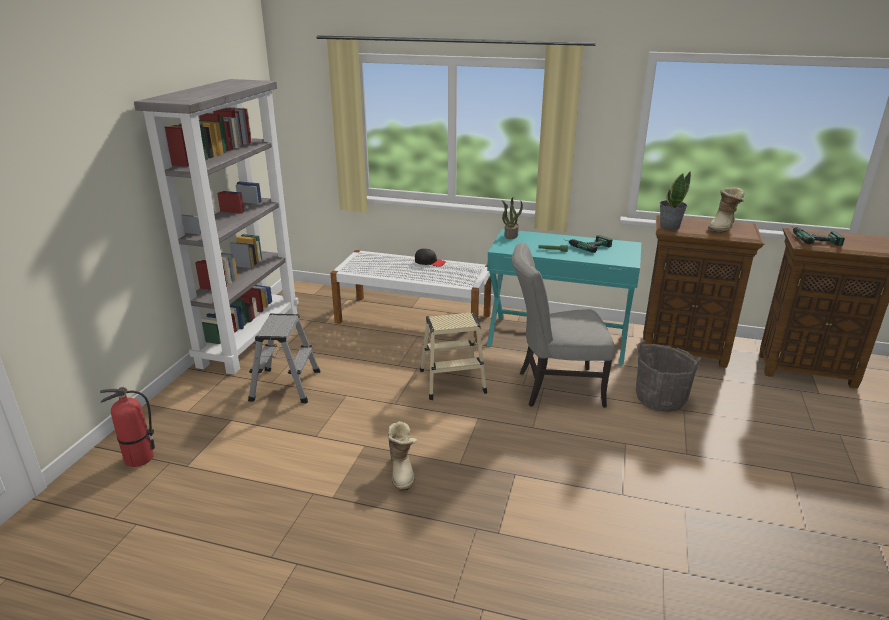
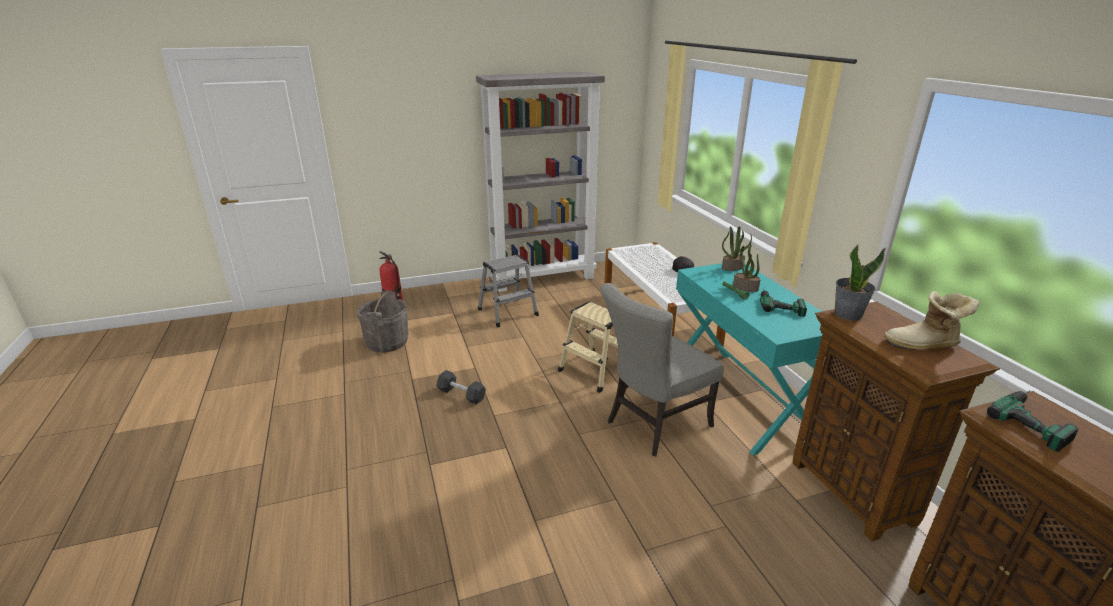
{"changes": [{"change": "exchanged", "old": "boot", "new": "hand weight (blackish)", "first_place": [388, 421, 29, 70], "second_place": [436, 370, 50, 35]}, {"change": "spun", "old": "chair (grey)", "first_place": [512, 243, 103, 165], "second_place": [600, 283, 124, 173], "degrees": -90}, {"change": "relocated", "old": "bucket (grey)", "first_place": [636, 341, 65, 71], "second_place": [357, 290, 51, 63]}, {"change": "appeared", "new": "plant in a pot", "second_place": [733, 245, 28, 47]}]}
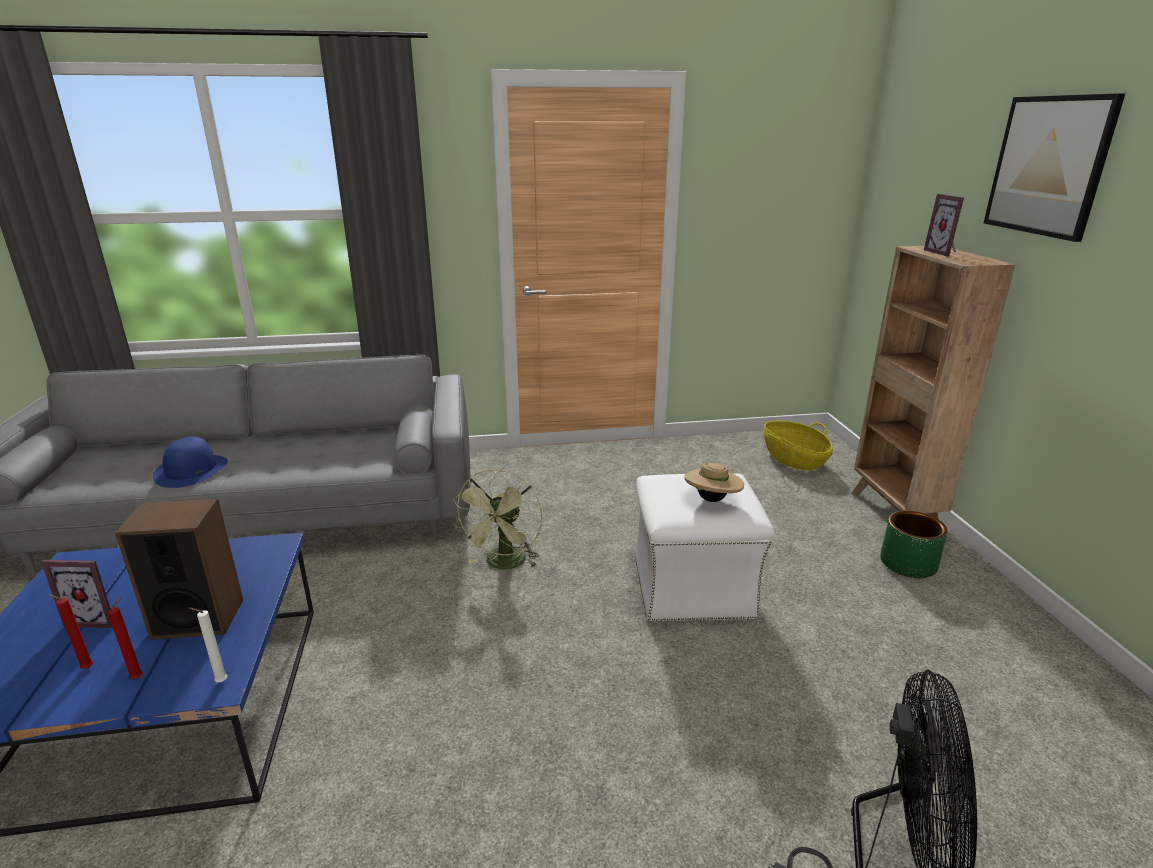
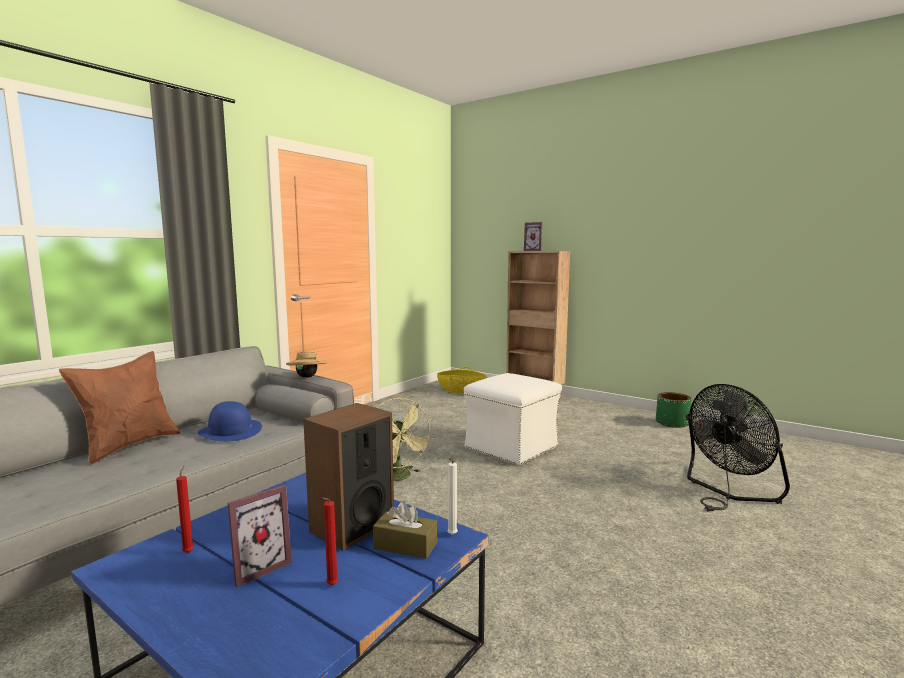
{"changes": [{"change": "relocated", "old": "candle (red-coloured)", "first_place": [108, 597, 35, 82], "second_place": [176, 465, 18, 88]}, {"change": "relocated", "old": "hat (bluish)", "first_place": [153, 436, 75, 52], "second_place": [198, 401, 64, 41]}, {"change": "relocated", "old": "hat (sand-coloured)", "first_place": [684, 462, 60, 40], "second_place": [286, 351, 42, 27]}, {"change": "relocated", "old": "flower pot (green-coloured)", "first_place": [880, 511, 68, 67], "second_place": [656, 392, 36, 36]}, {"change": "missing", "old": "wall picture", "first_place": [984, 93, 141, 149]}, {"change": "appeared", "new": "pillow (brown)", "second_place": [59, 351, 121, 114]}, {"change": "appeared", "new": "box of tissues (brown)", "second_place": [373, 501, 64, 58]}]}
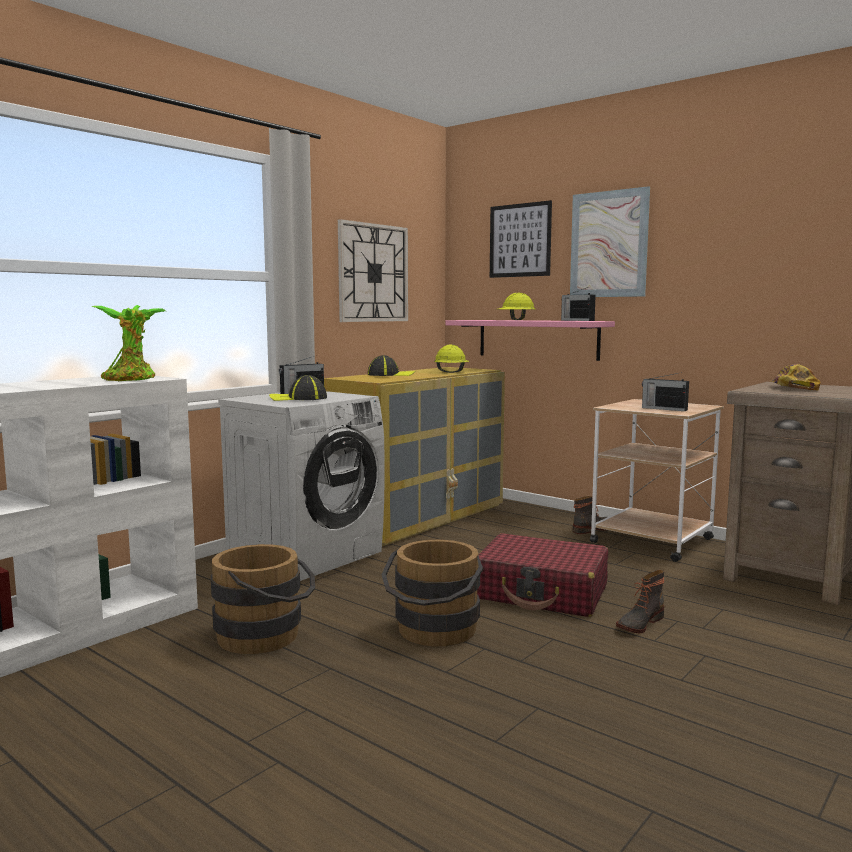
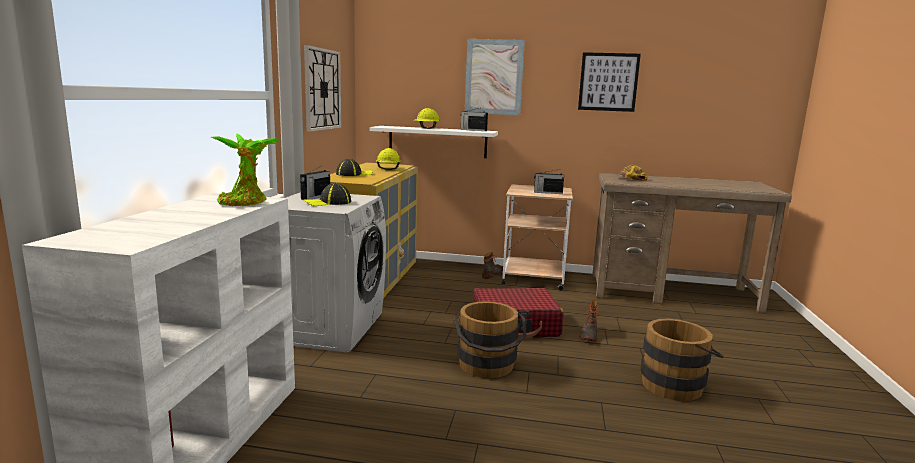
{"changes": [{"change": "relocated", "old": "bucket (brown)", "first_place": [211, 544, 104, 110], "second_place": [640, 319, 84, 82]}, {"change": "colour", "old": "bracket shelf (pink-coloured)", "new": "bracket shelf (whitish)", "first_place": [445, 320, 170, 41], "second_place": [370, 126, 128, 32]}, {"change": "relocated", "old": "wall picture", "first_place": [490, 200, 62, 78], "second_place": [578, 52, 63, 60]}]}
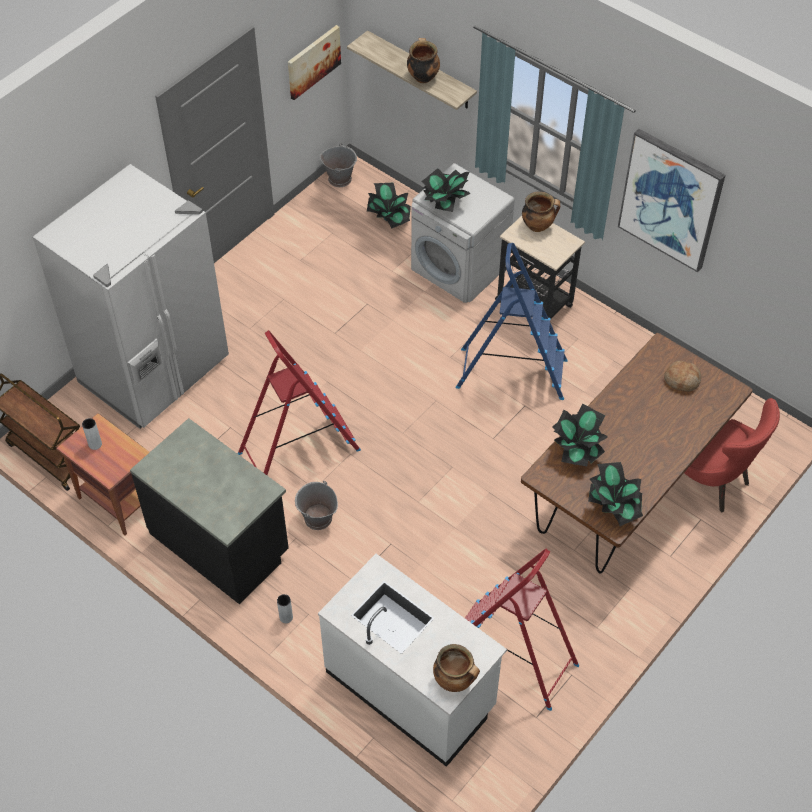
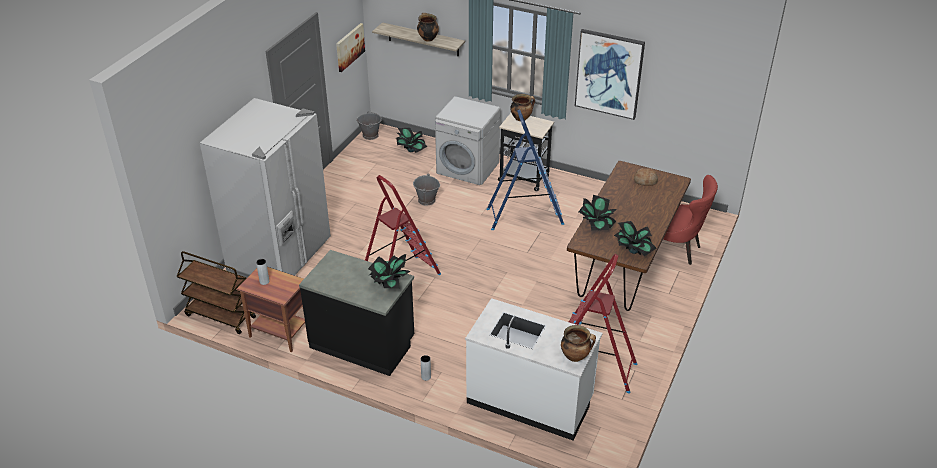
{"changes": [{"change": "relocated", "old": "bucket (grey)", "first_place": [295, 481, 43, 49], "second_place": [413, 174, 27, 32]}, {"change": "relocated", "old": "plant in a pot", "first_place": [421, 168, 50, 44], "second_place": [368, 254, 42, 35]}]}
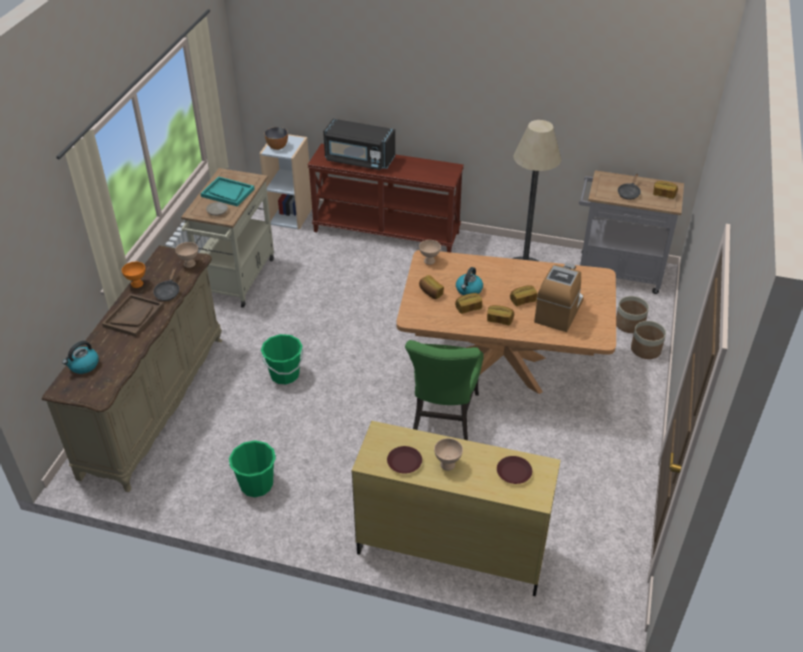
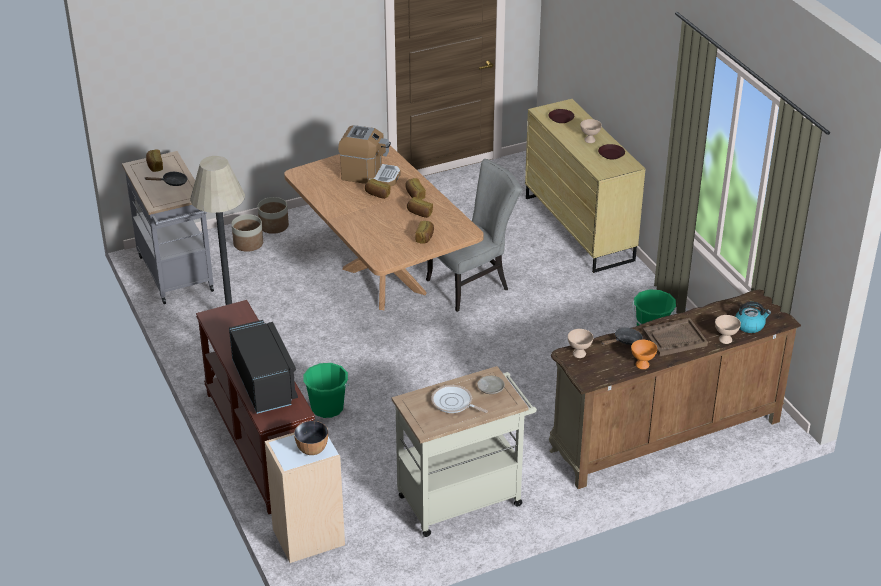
{"changes": [{"change": "exchanged", "old": "tray (blue-green)", "new": "frying pan", "first_place": [201, 176, 53, 30], "second_place": [431, 385, 57, 28]}, {"change": "relocated", "old": "bucket (green-coloured)", "first_place": [261, 334, 43, 50], "second_place": [304, 363, 45, 55]}, {"change": "colour", "old": "chair (green-coloured)", "new": "chair (grey)", "first_place": [405, 340, 79, 100], "second_place": [426, 159, 97, 153]}, {"change": "relocated", "old": "serving bowl (sand-coloured)", "first_place": [419, 240, 22, 25], "second_place": [715, 315, 26, 29]}, {"change": "missing", "old": "kettle", "first_place": [456, 267, 27, 28]}, {"change": "spun", "old": "coffee brewer", "first_place": [534, 263, 50, 69], "second_place": [338, 125, 63, 61], "degrees": -150}]}
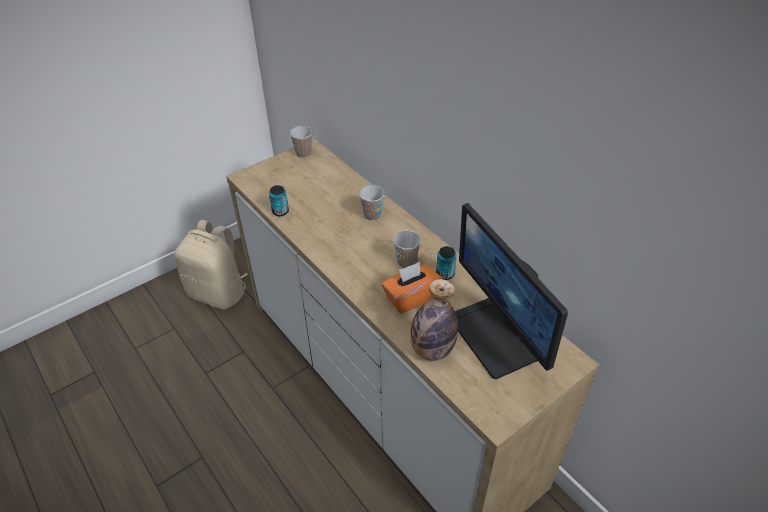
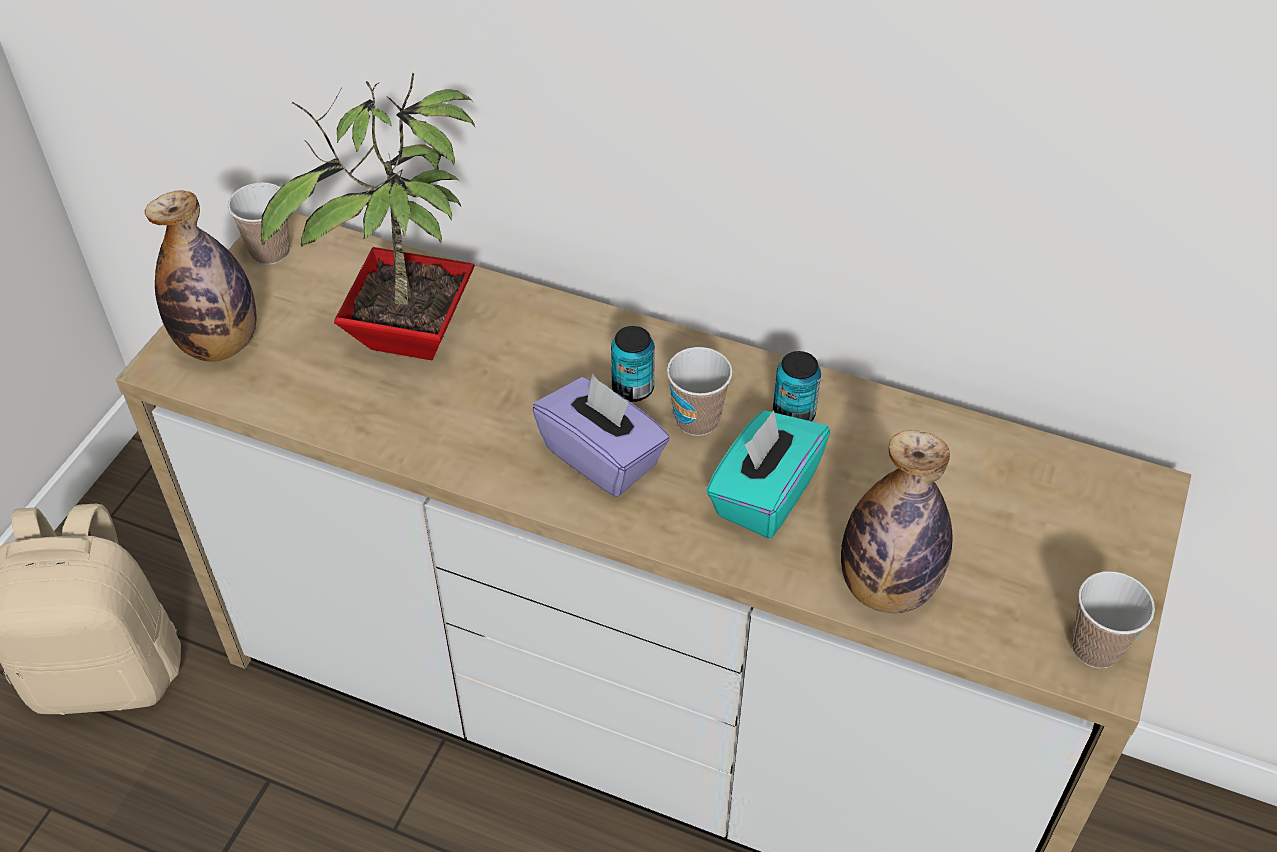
{"changes": [{"change": "relocated", "old": "can", "first_place": [269, 185, 20, 31], "second_place": [611, 326, 44, 76]}, {"change": "relocated", "old": "drinking cup", "first_place": [359, 185, 26, 36], "second_place": [1072, 571, 83, 97]}, {"change": "colour", "old": "box of tissues (orange)", "new": "box of tissues (blue-green)", "first_place": [382, 262, 61, 51], "second_place": [706, 410, 124, 128]}, {"change": "missing", "old": "computer screen", "first_place": [455, 203, 113, 176]}, {"change": "appeared", "new": "drink bottle", "second_place": [145, 190, 112, 172]}, {"change": "appeared", "new": "plant in a pot", "second_place": [261, 73, 214, 287]}, {"change": "appeared", "new": "box of tissues (purple-coloured)", "second_place": [532, 374, 138, 123]}]}
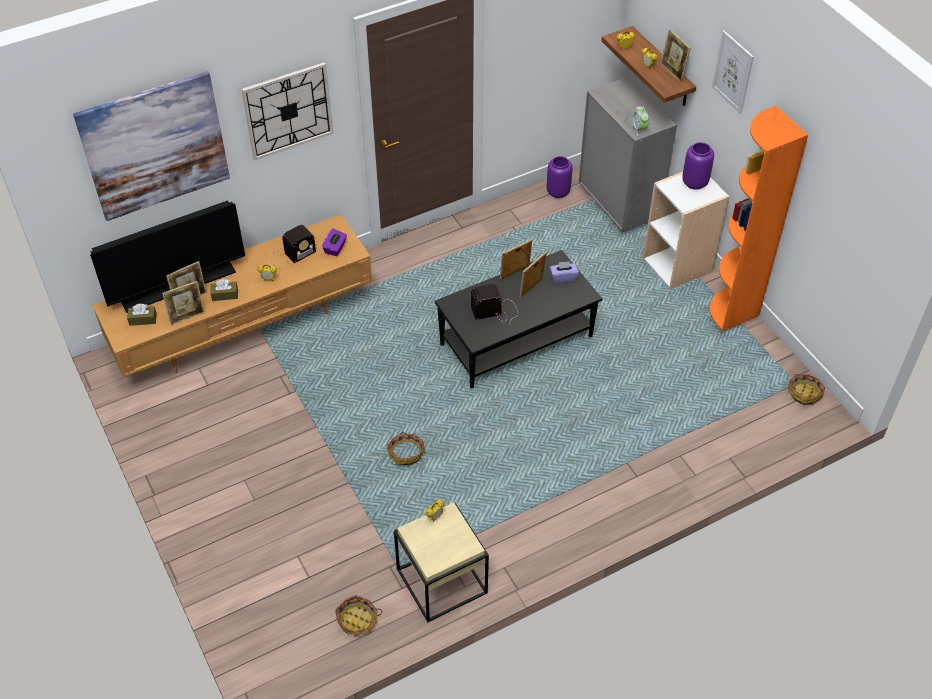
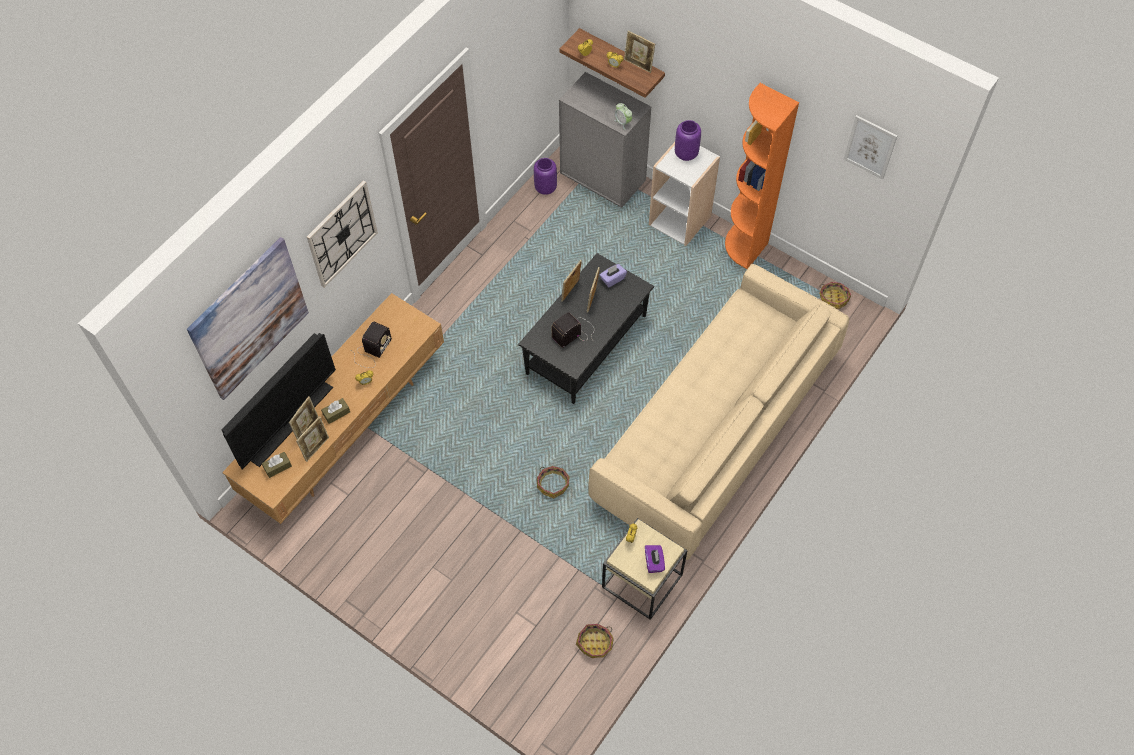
{"changes": [{"change": "relocated", "old": "box of tissues (purple-coloured)", "first_place": [322, 229, 25, 27], "second_place": [645, 545, 20, 28]}, {"change": "relocated", "old": "wall picture", "first_place": [712, 30, 42, 84], "second_place": [844, 115, 53, 64]}, {"change": "appeared", "new": "settee (sand-coloured)", "second_place": [588, 264, 261, 296]}]}
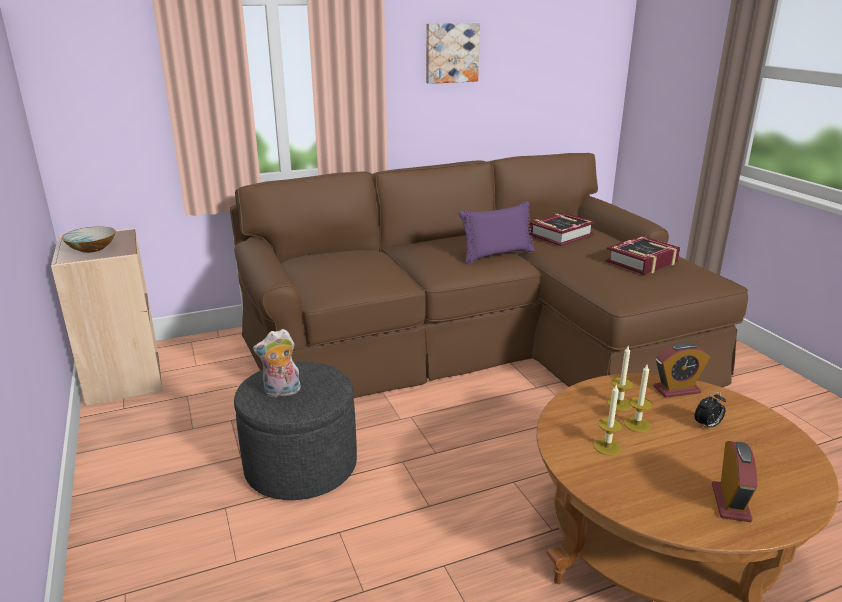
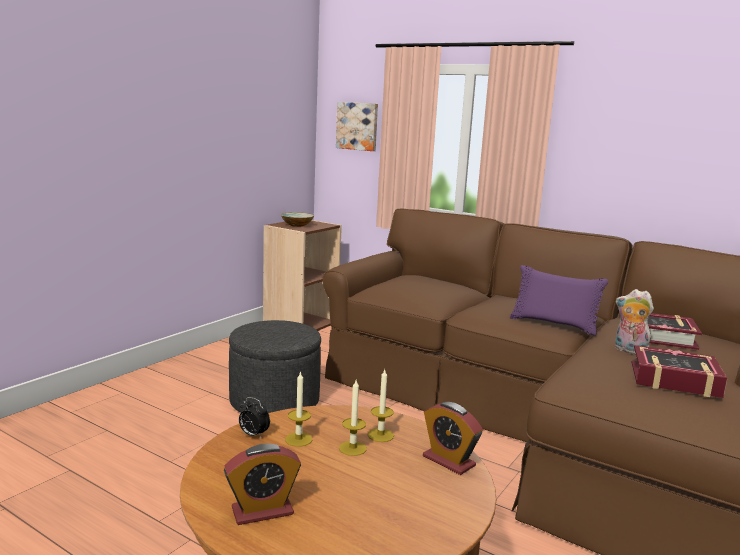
{"changes": [{"change": "relocated", "old": "soft toy", "first_place": [253, 329, 48, 69], "second_place": [615, 289, 39, 66]}, {"change": "relocated", "old": "wall picture", "first_place": [426, 23, 54, 61], "second_place": [336, 102, 42, 49]}, {"change": "relocated", "old": "bedside clock", "first_place": [694, 392, 32, 37], "second_place": [239, 397, 31, 42]}]}
